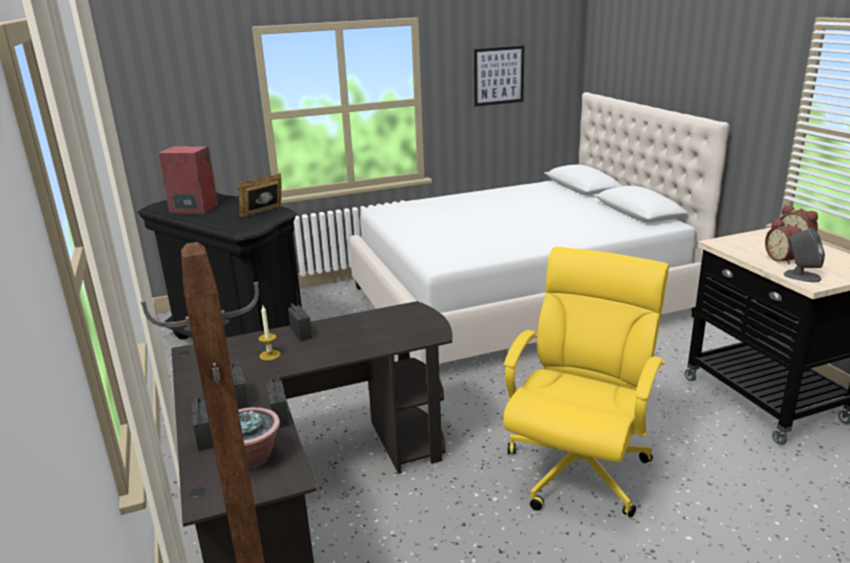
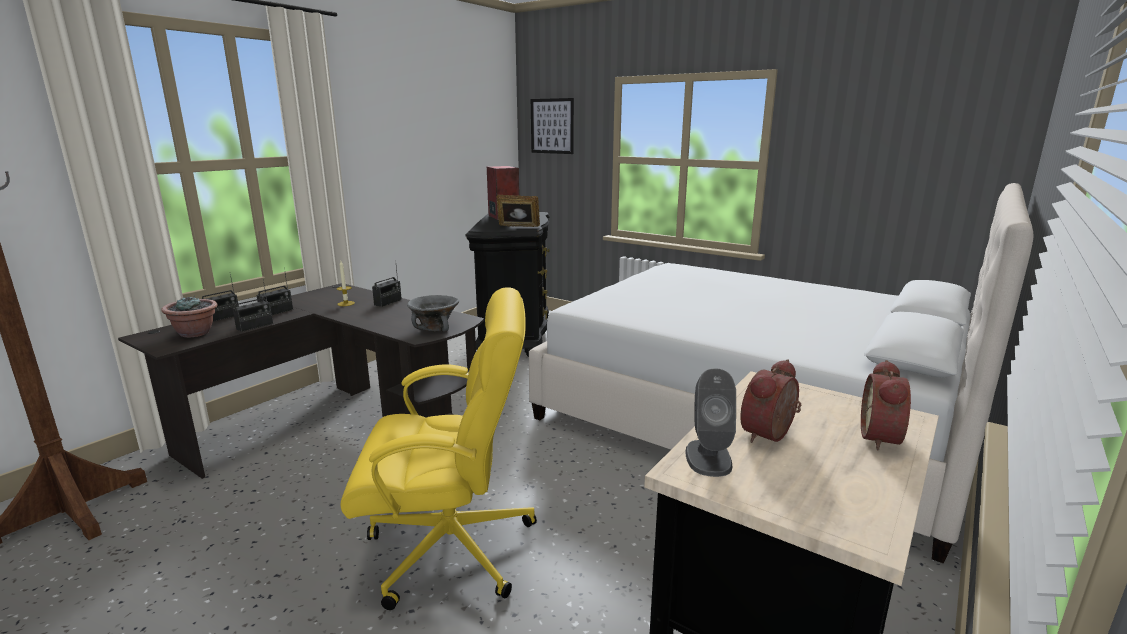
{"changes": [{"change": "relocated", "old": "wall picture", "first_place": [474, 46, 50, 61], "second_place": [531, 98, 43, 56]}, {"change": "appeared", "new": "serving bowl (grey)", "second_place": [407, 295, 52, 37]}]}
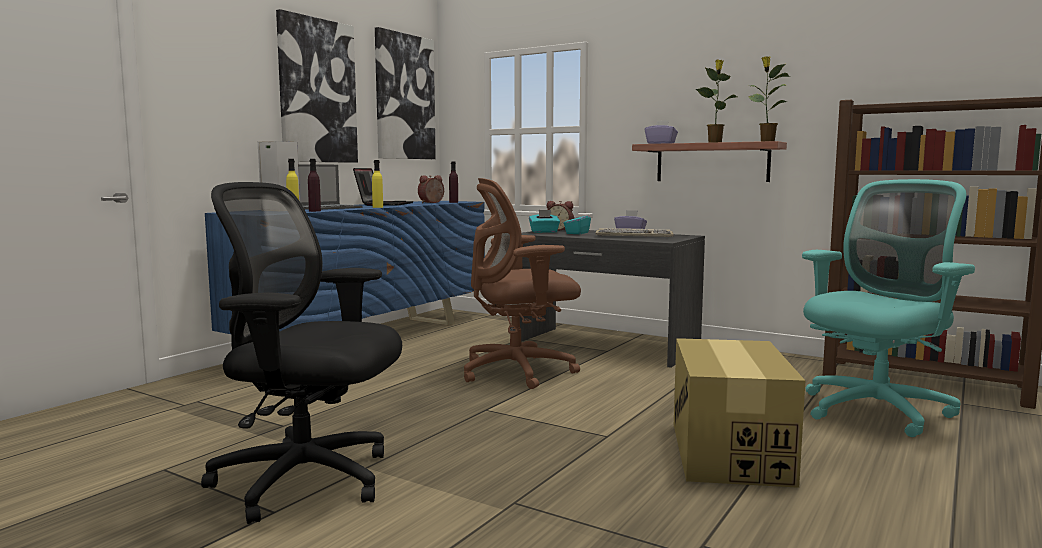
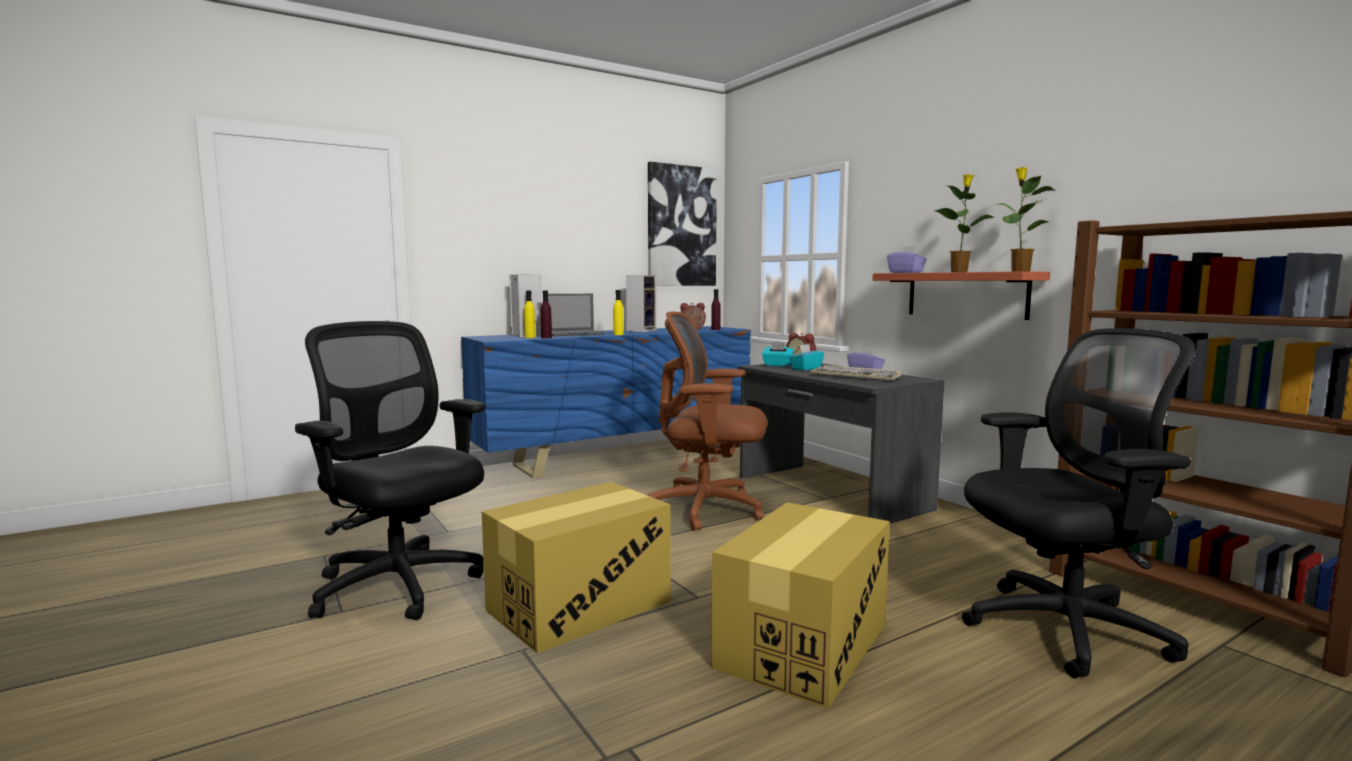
{"changes": [{"change": "missing", "old": "wall picture", "first_place": [276, 9, 82, 154]}, {"change": "exchanged", "old": "portable computer", "new": "speaker", "first_place": [353, 168, 61, 38], "second_place": [626, 275, 30, 57]}, {"change": "colour", "old": "desk chair (blue-green)", "new": "desk chair (blackish)", "first_place": [802, 179, 173, 258], "second_place": [962, 328, 233, 350]}, {"change": "appeared", "new": "cardboard box", "second_place": [482, 482, 189, 172]}]}
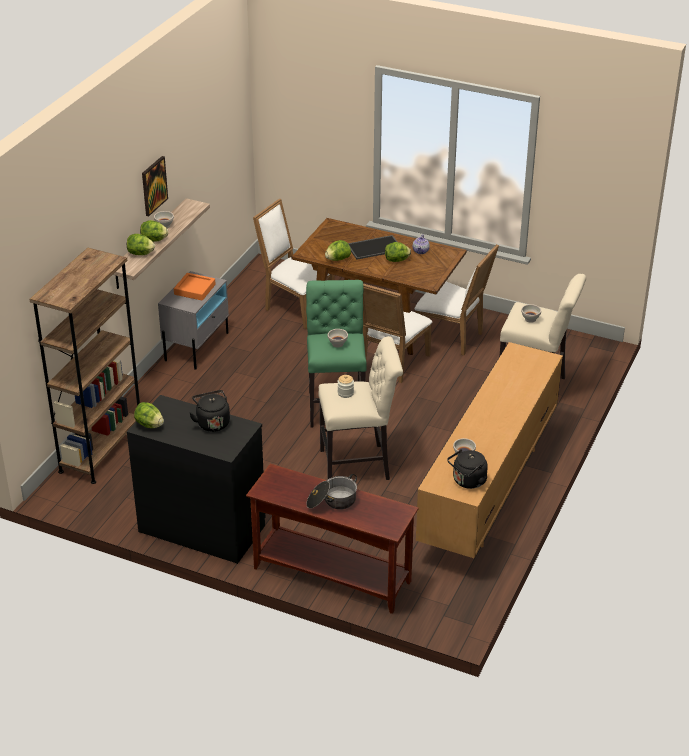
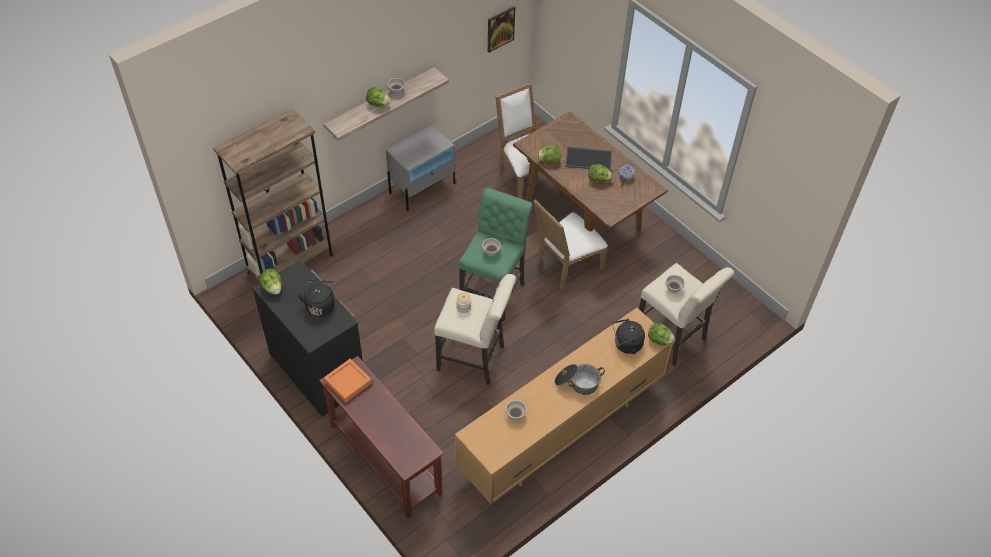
{"changes": [{"change": "relocated", "old": "lettuce head", "first_place": [127, 234, 28, 21], "second_place": [648, 323, 27, 23]}, {"change": "relocated", "old": "wall picture", "first_place": [142, 156, 26, 61], "second_place": [488, 6, 27, 47]}, {"change": "relocated", "old": "tray (orange)", "first_place": [174, 273, 42, 28], "second_place": [324, 359, 48, 44]}, {"change": "relocated", "old": "stockpot", "first_place": [306, 474, 51, 35], "second_place": [555, 364, 50, 31]}, {"change": "missing", "old": "chair (whitish)", "first_place": [413, 244, 86, 112]}, {"change": "relocated", "old": "kettle (blackish)", "first_place": [447, 449, 41, 40], "second_place": [613, 319, 32, 35]}]}
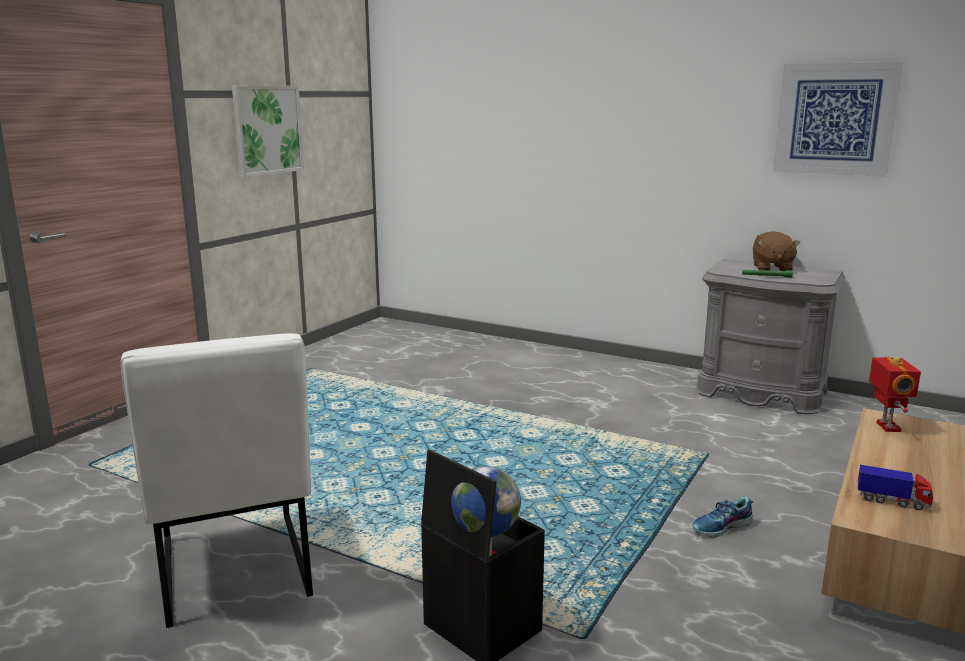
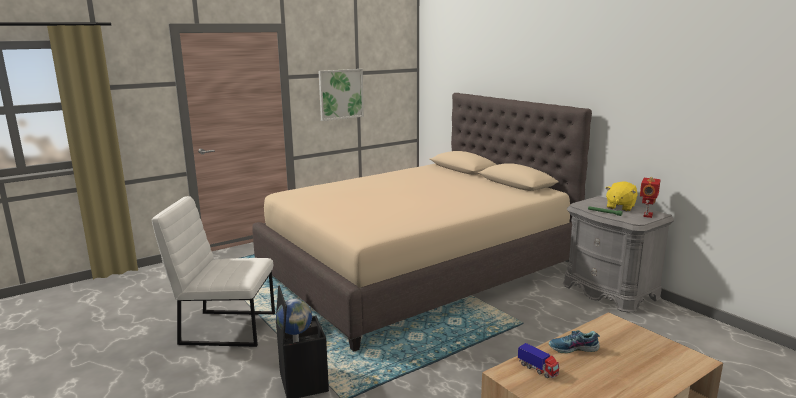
{"changes": [{"change": "spun", "old": "chair (whitish)", "first_place": [121, 333, 192, 295], "second_place": [152, 196, 123, 151], "degrees": 90}, {"change": "relocated", "old": "item of footwear", "first_place": [692, 496, 62, 42], "second_place": [549, 330, 51, 23]}, {"change": "colour", "old": "soft toy (brown)", "new": "soft toy (yellowish)", "first_place": [753, 231, 48, 40], "second_place": [606, 182, 32, 29]}, {"change": "missing", "old": "wall picture", "first_place": [773, 62, 130, 115]}, {"change": "relocated", "old": "robot figure", "first_place": [869, 357, 52, 75], "second_place": [640, 177, 21, 41]}, {"change": "appeared", "new": "bed (sand-coloured)", "second_place": [252, 93, 340, 259]}]}
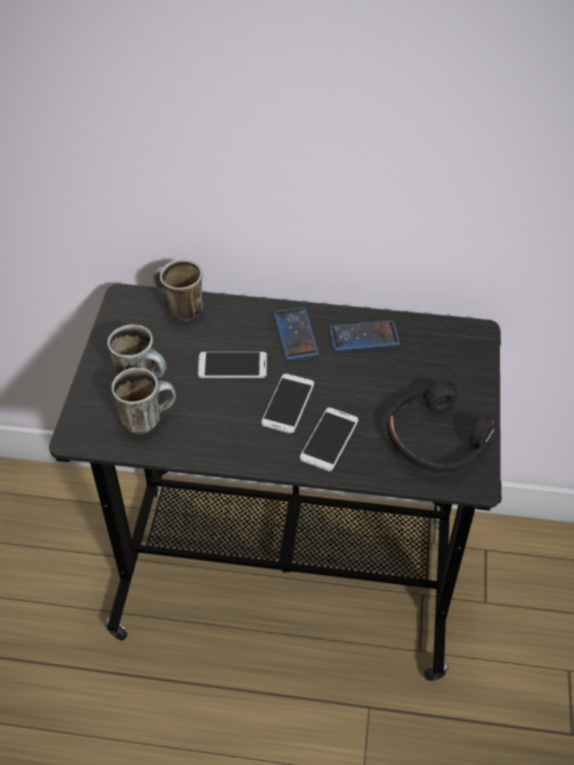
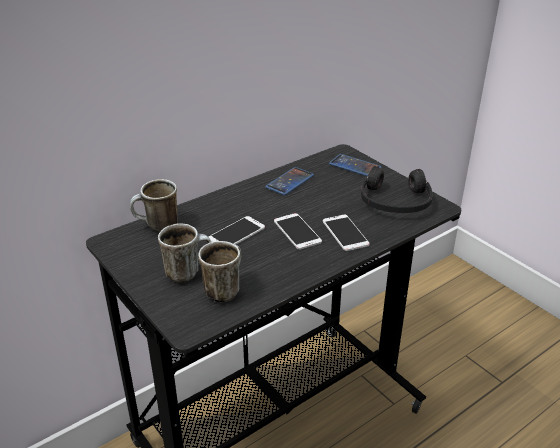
{"changes": [{"change": "relocated", "old": "handset", "first_place": [274, 308, 45, 52], "second_place": [329, 154, 53, 22]}]}
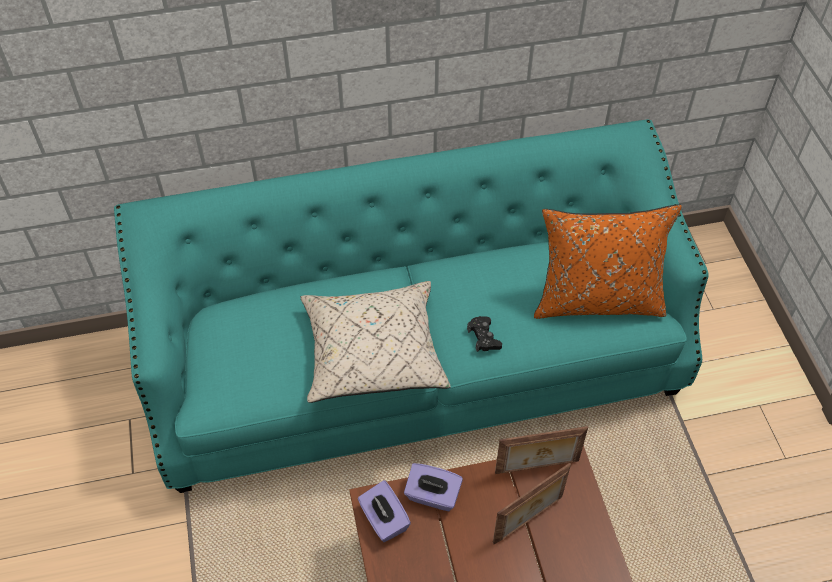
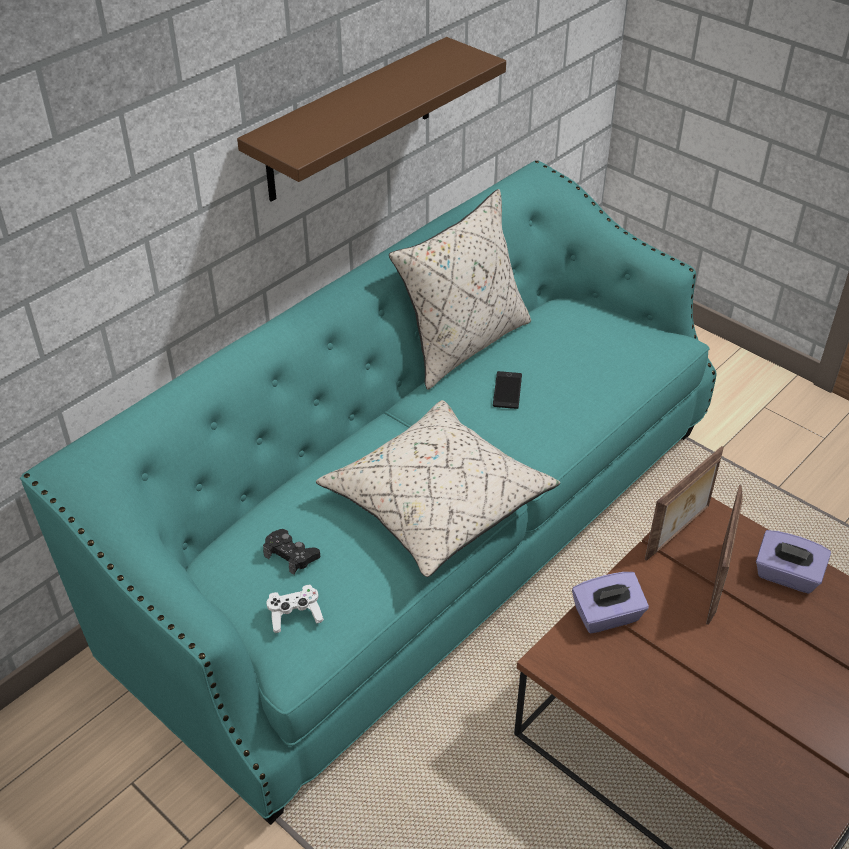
{"changes": [{"change": "relocated", "old": "box of tissues (purple-coloured)", "first_place": [358, 480, 53, 62], "second_place": [756, 530, 75, 64]}, {"change": "relocated", "old": "gamepad (blackish)", "first_place": [467, 316, 35, 36], "second_place": [263, 529, 57, 46]}, {"change": "missing", "old": "pillow (orange)", "first_place": [534, 204, 148, 115]}, {"change": "appeared", "new": "bracket shelf (brown)", "second_place": [237, 37, 269, 165]}, {"change": "appeared", "new": "gamepad (whitish)", "second_place": [266, 585, 58, 48]}, {"change": "appeared", "new": "pillow (sand-coloured)", "second_place": [389, 189, 142, 201]}, {"change": "appeared", "new": "handset", "second_place": [493, 371, 29, 38]}]}
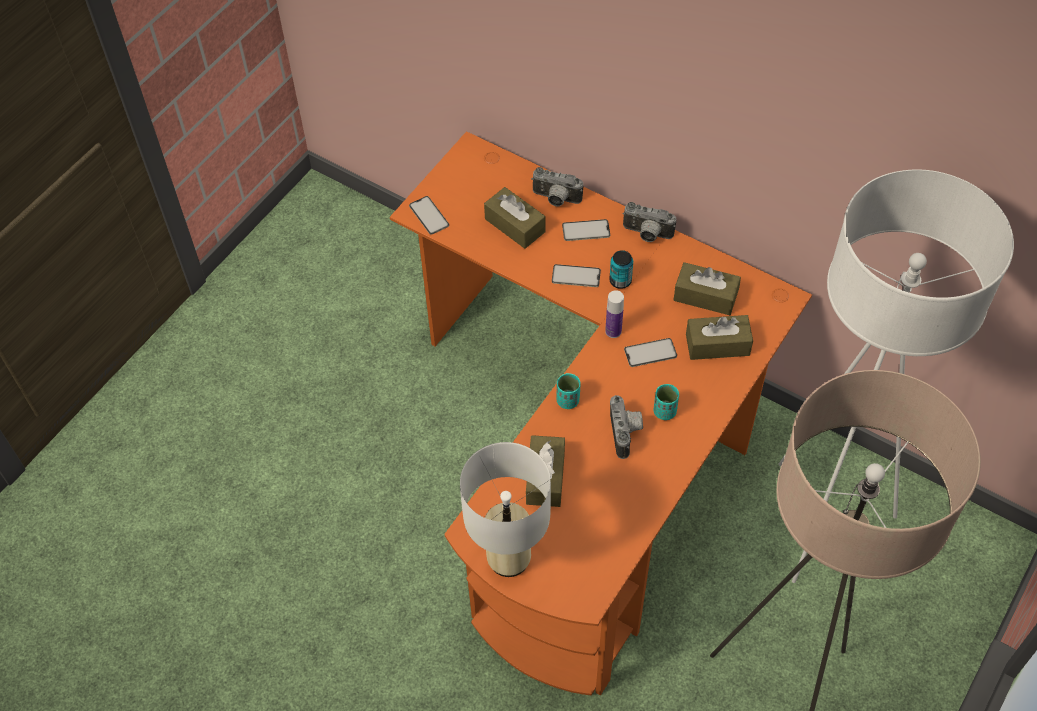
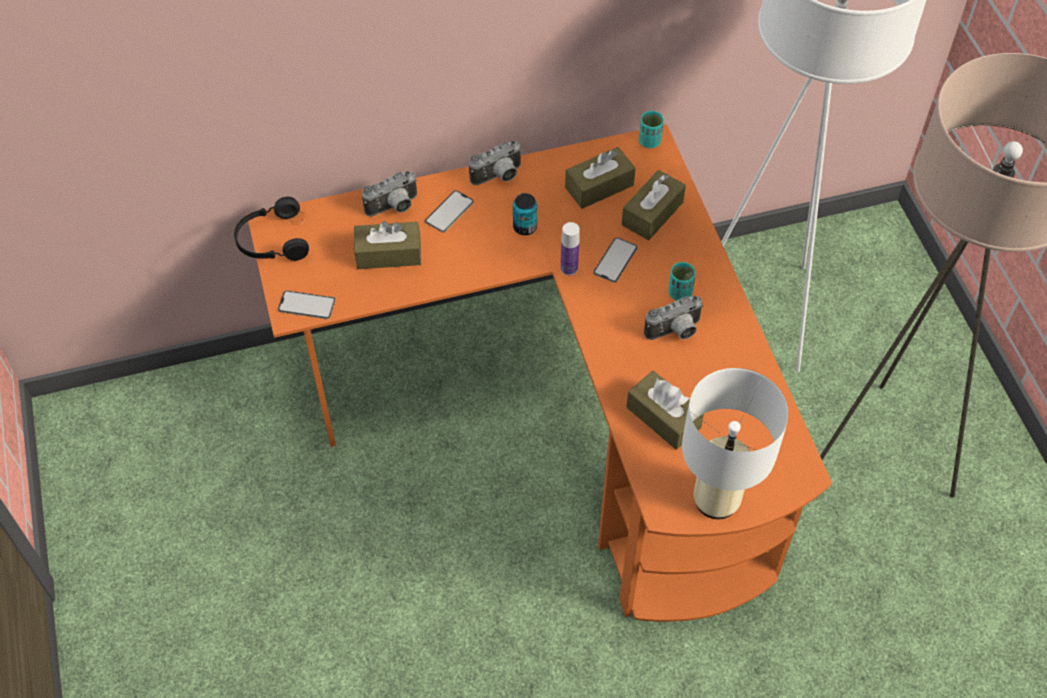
{"changes": [{"change": "missing", "old": "handset", "first_place": [552, 264, 49, 23]}, {"change": "relocated", "old": "drinking cup (blue-green)", "first_place": [556, 373, 25, 36], "second_place": [639, 110, 25, 38]}, {"change": "spun", "old": "photo camera", "first_place": [610, 395, 33, 64], "second_place": [644, 296, 60, 44], "degrees": 120}, {"change": "appeared", "new": "headset (blackish)", "second_place": [234, 197, 75, 64]}]}
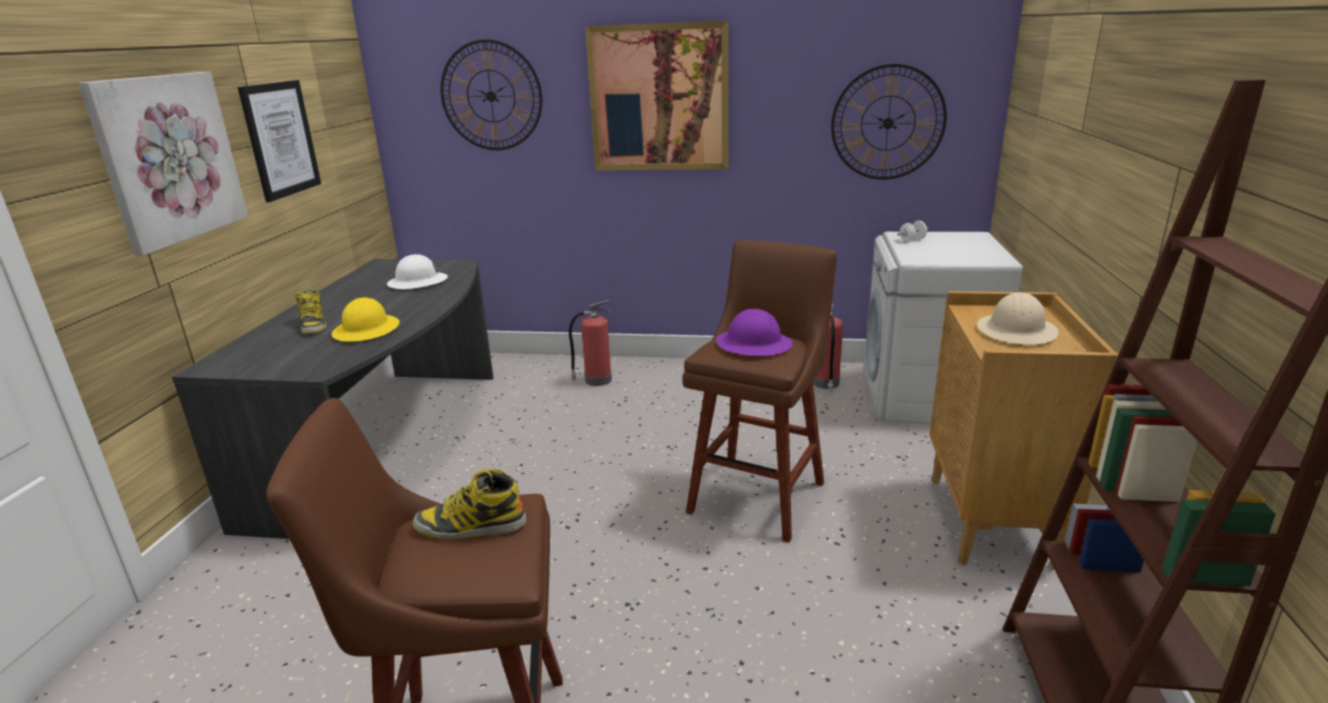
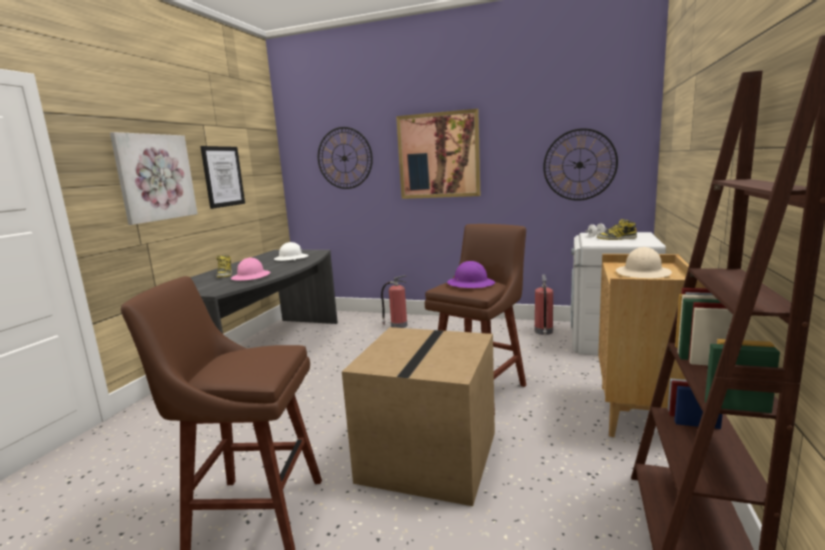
{"changes": [{"change": "colour", "old": "work helmet (yellowish)", "new": "work helmet (pink-coloured)", "first_place": [332, 297, 68, 45], "second_place": [231, 258, 40, 23]}, {"change": "relocated", "old": "boot", "first_place": [413, 468, 114, 71], "second_place": [597, 219, 40, 21]}, {"change": "appeared", "new": "cardboard box", "second_place": [342, 327, 153, 179]}]}
